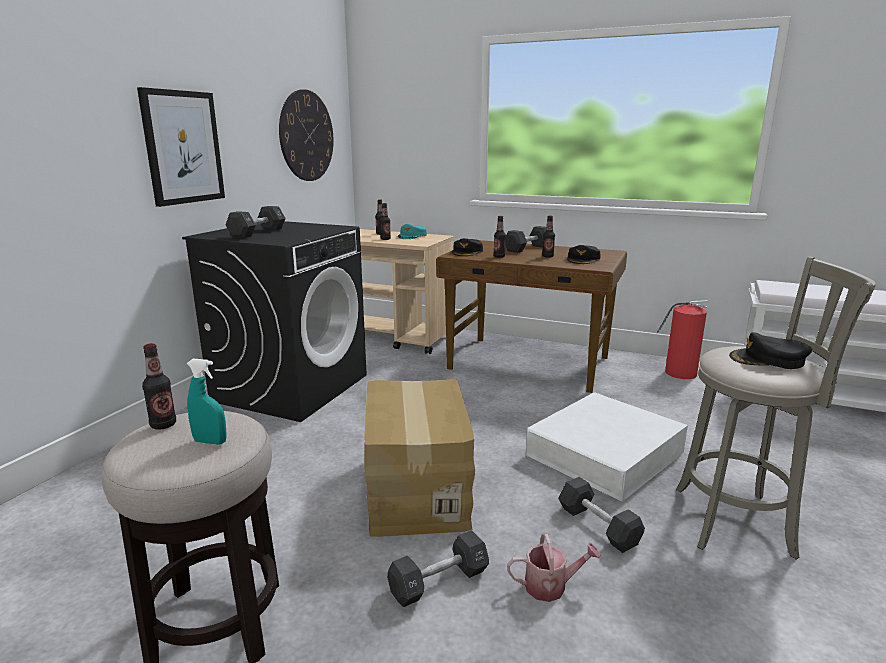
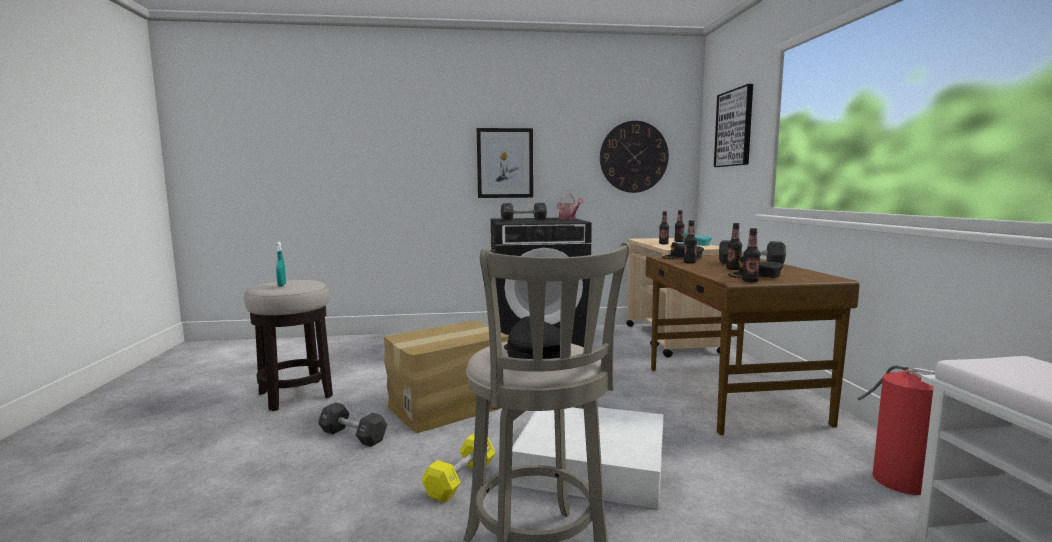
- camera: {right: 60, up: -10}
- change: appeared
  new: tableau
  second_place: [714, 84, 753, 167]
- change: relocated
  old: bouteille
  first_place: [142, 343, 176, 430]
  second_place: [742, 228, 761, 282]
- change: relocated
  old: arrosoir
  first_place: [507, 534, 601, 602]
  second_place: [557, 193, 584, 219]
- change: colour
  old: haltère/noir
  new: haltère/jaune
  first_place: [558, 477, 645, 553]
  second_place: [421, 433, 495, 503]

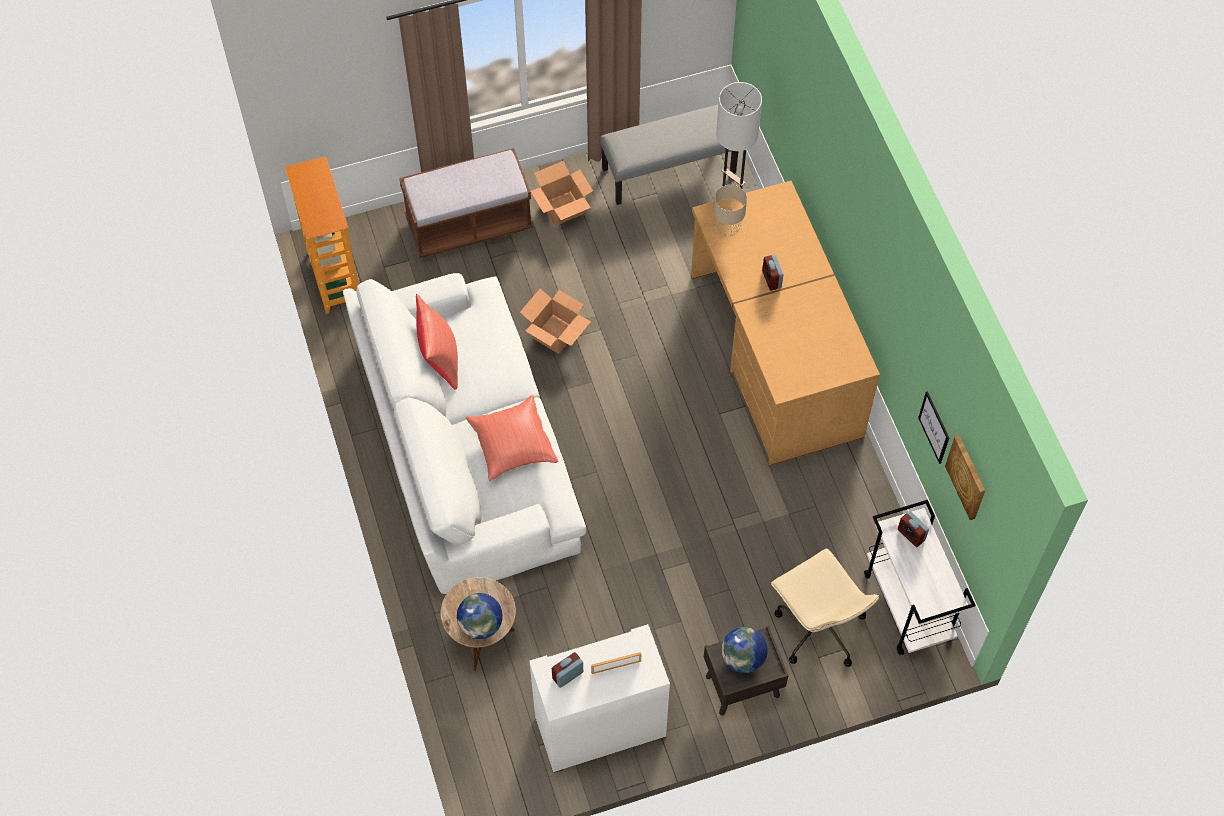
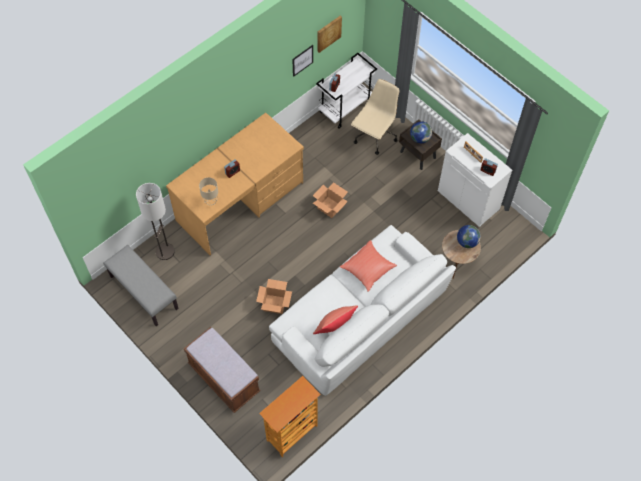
- camera: {right: -115, up: 0}
- change: relocated
  old: carton
  first_place: [530, 161, 593, 226]
  second_place: [313, 182, 348, 218]

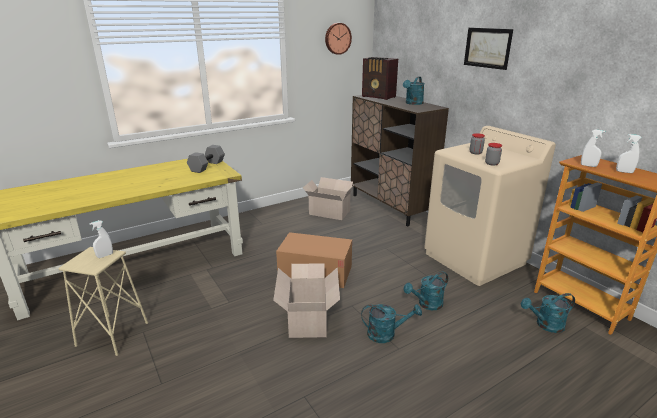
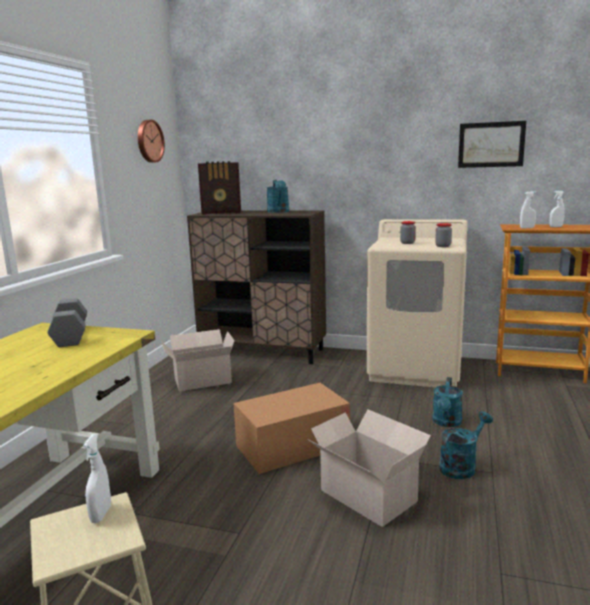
- camera: {right: -40, up: -10}
- change: missing
  old: arrosoir/turquoise
  first_place: [521, 293, 575, 333]
- change: relocated
  old: tableau
  first_place: [464, 28, 513, 70]
  second_place: [458, 121, 526, 168]

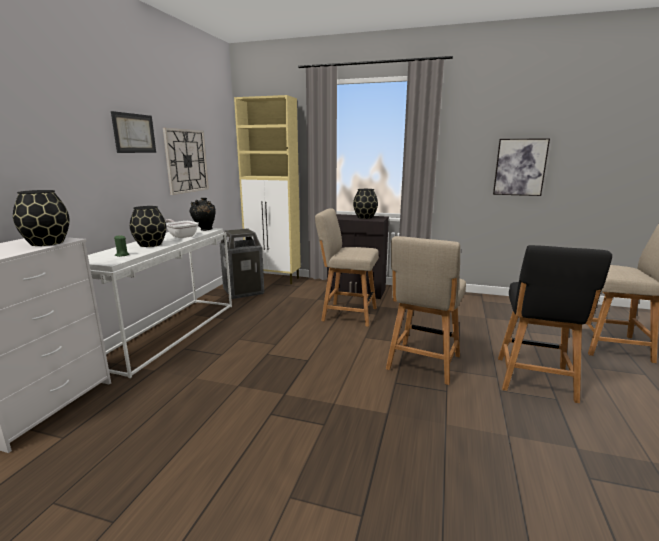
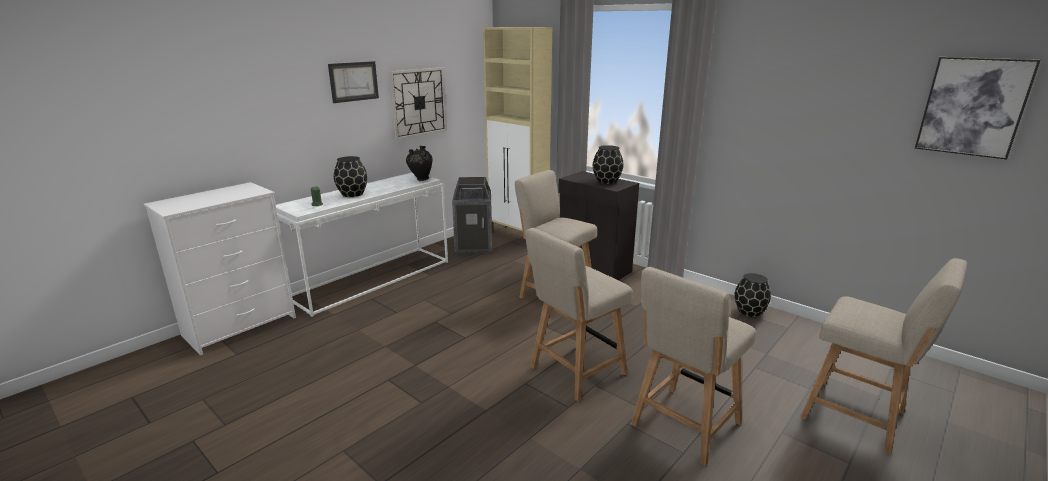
- camera: {right: 25, up: 5}
- change: missing
  old: poêle
  first_place: [165, 219, 199, 238]
- change: relocated
  old: vase/noir
  first_place: [13, 190, 70, 246]
  second_place: [734, 273, 771, 317]
- change: relocated
  old: tableau
  first_place: [493, 138, 550, 196]
  second_place: [915, 57, 1040, 159]
- change: colour
  old: chaise/noir
  new: chaise/beige
  first_place: [498, 245, 612, 403]
  second_place: [631, 267, 756, 466]

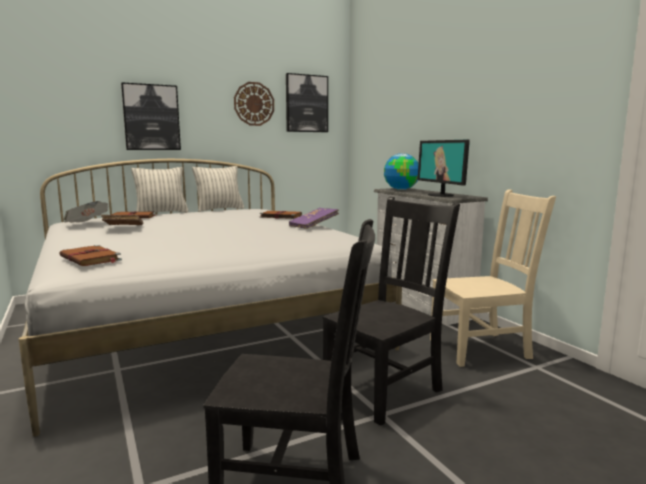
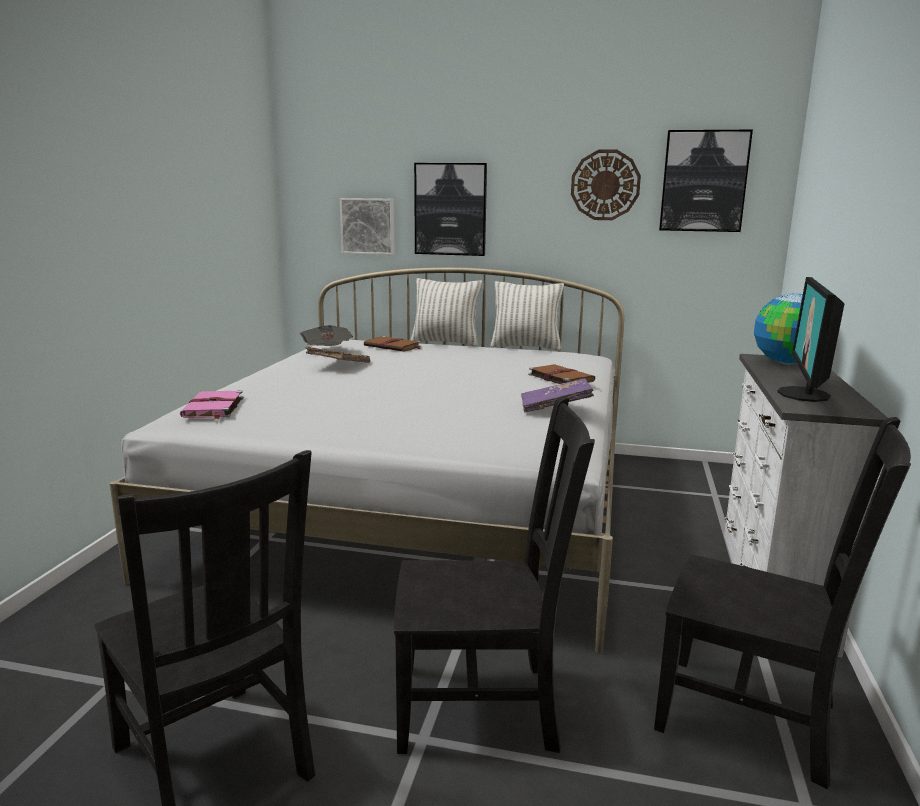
- camera: {right: 40, up: 5}
- change: appeared
  new: tableau
  second_place: [340, 198, 395, 255]
- change: colour
  old: livre/marron
  new: livre/rose
  first_place: [59, 245, 122, 266]
  second_place: [180, 390, 243, 420]
- change: colour
  old: chaise/beige
  new: chaise/noir
  first_place: [430, 189, 556, 367]
  second_place: [654, 417, 911, 789]

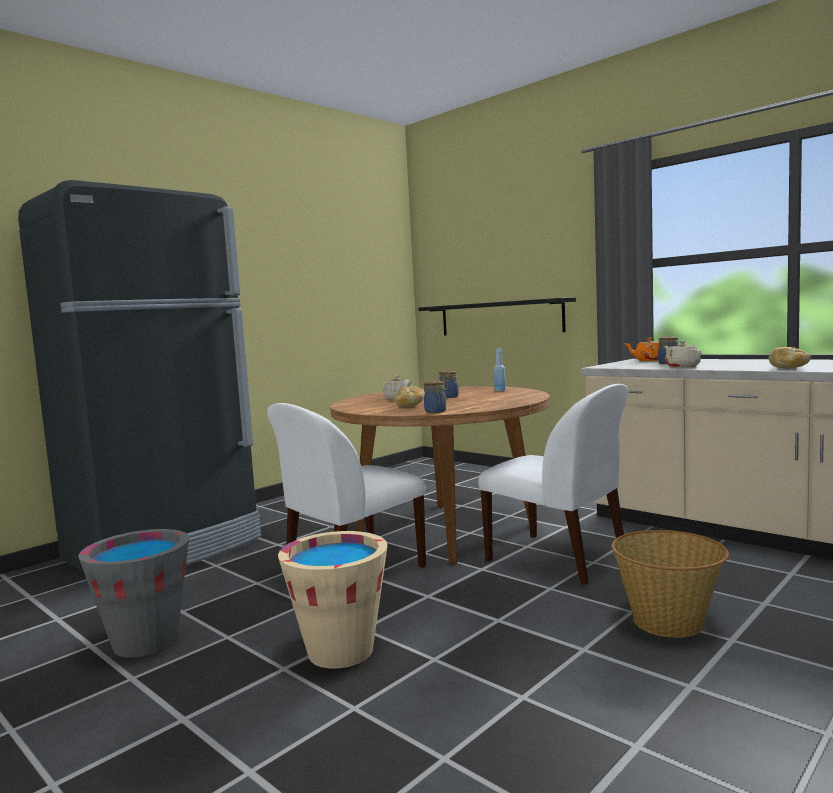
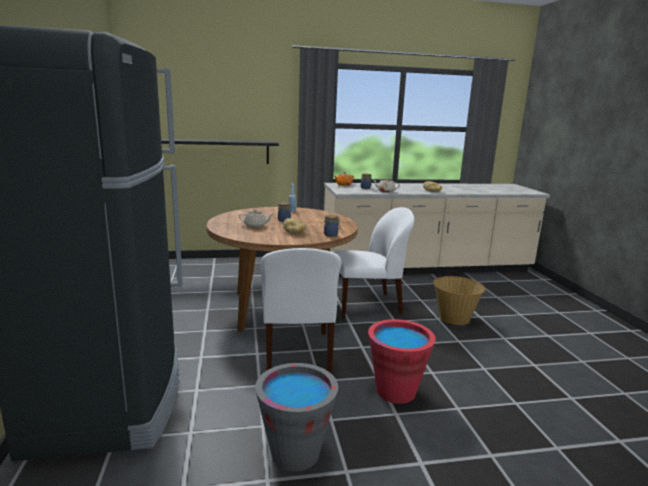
- camera: {right: -55, up: 10}
- change: colour
  old: seau/beige
  new: seau/rouge
  first_place: [278, 531, 387, 669]
  second_place: [368, 319, 436, 404]

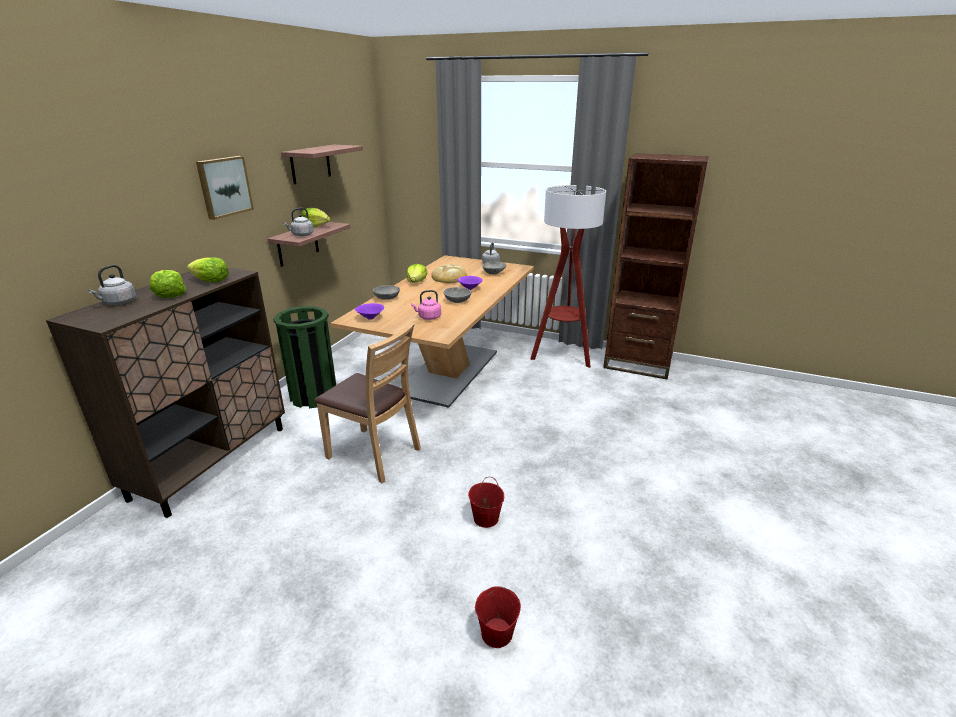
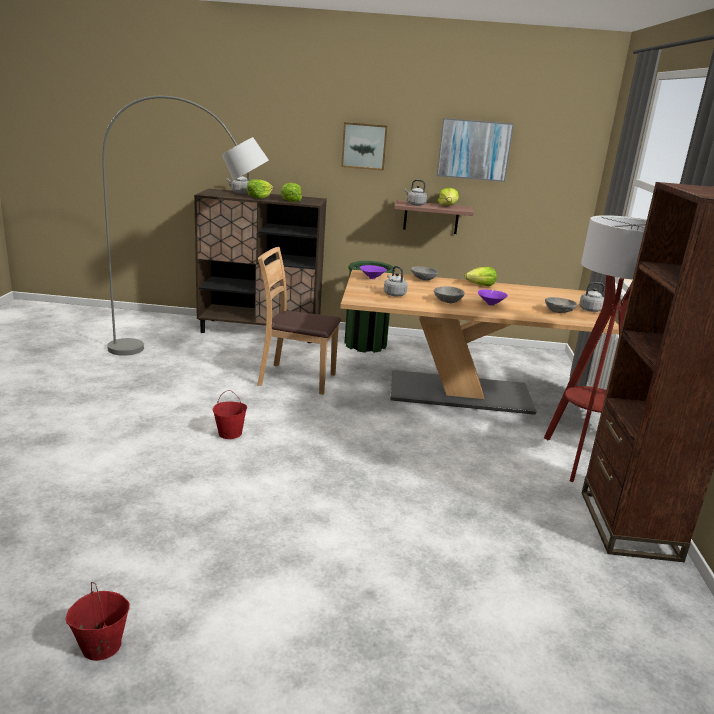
- camera: {right: 70, up: -5}
- change: missing
  old: pain
  first_place: [431, 264, 467, 283]
- change: appeared
  new: lampadaire/gris
  second_place: [103, 96, 269, 356]
- change: relocated
  old: seau/rouge
  first_place: [475, 586, 521, 648]
  second_place: [65, 582, 130, 661]
- change: exchanged
  old: étagère
  new: tableau
  first_place: [281, 145, 363, 184]
  second_place: [437, 118, 514, 182]
- change: colour
  old: bouilloire/rose
  new: bouilloire/gris
  first_place: [411, 290, 441, 320]
  second_place: [384, 266, 408, 297]
- change: spun
  old: chaise/marron
  first_place: [314, 322, 421, 483]
  second_place: [257, 247, 341, 395]
  degrees: 90

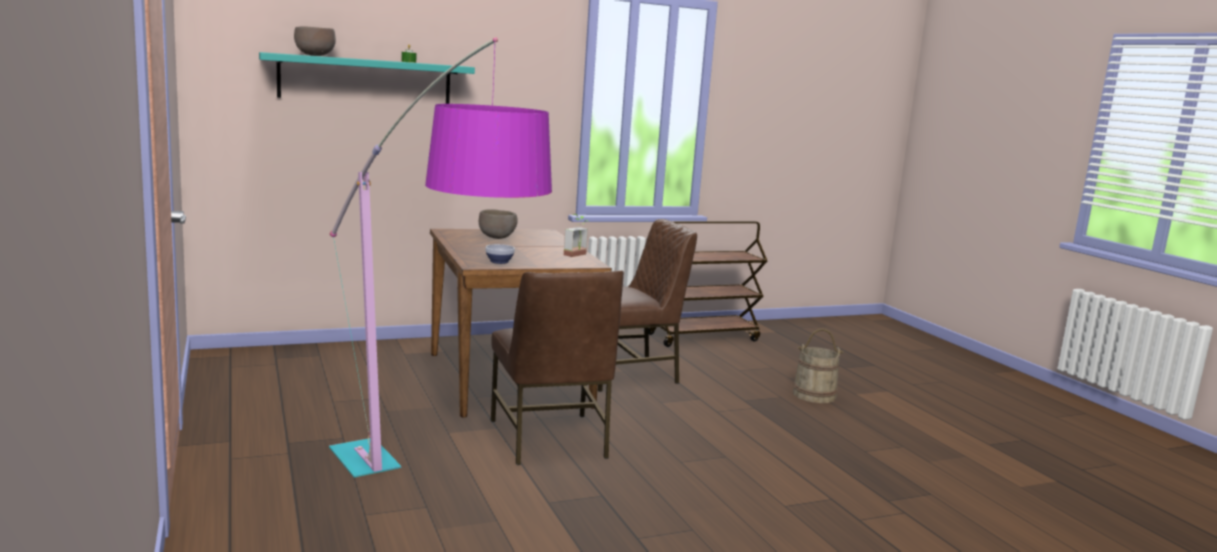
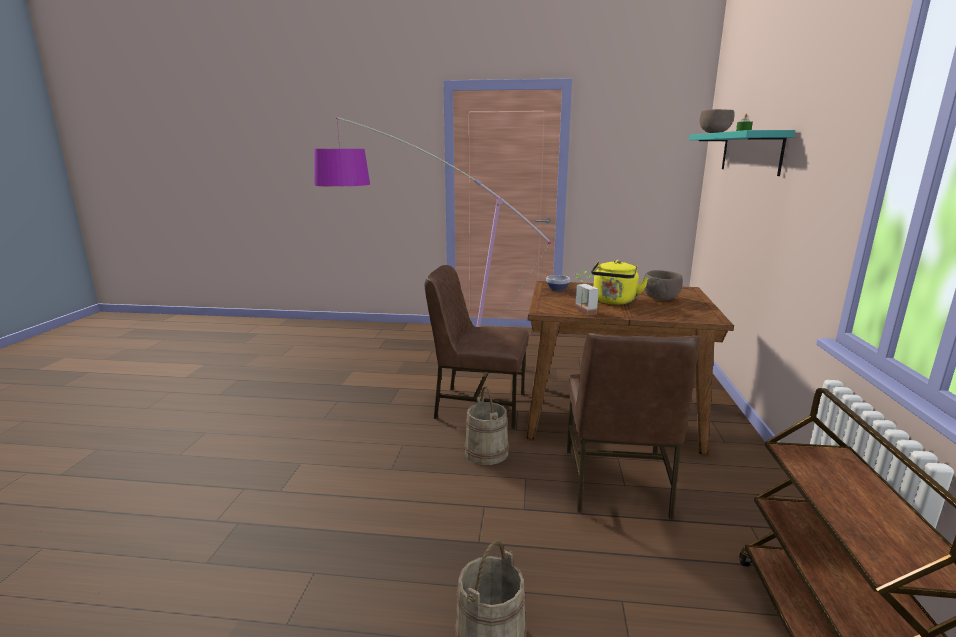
- camera: {right: 120, up: 5}
- change: appeared
  new: seau/beige
  second_place: [464, 386, 509, 465]
- change: appeared
  new: bouilloire/jaune
  second_place: [591, 260, 649, 305]

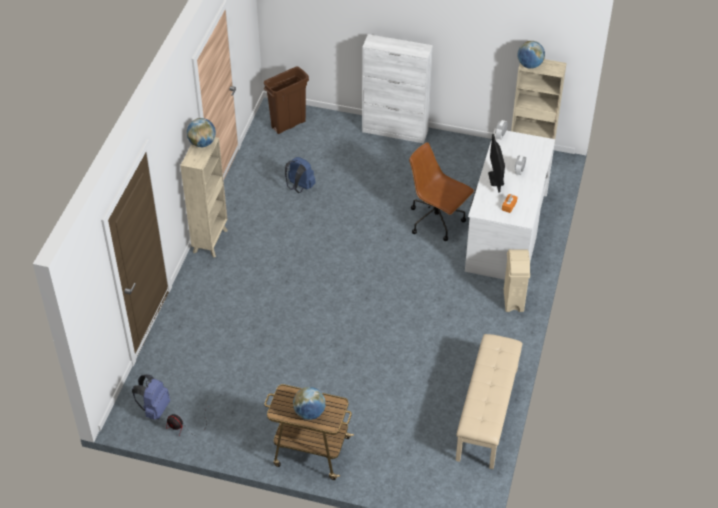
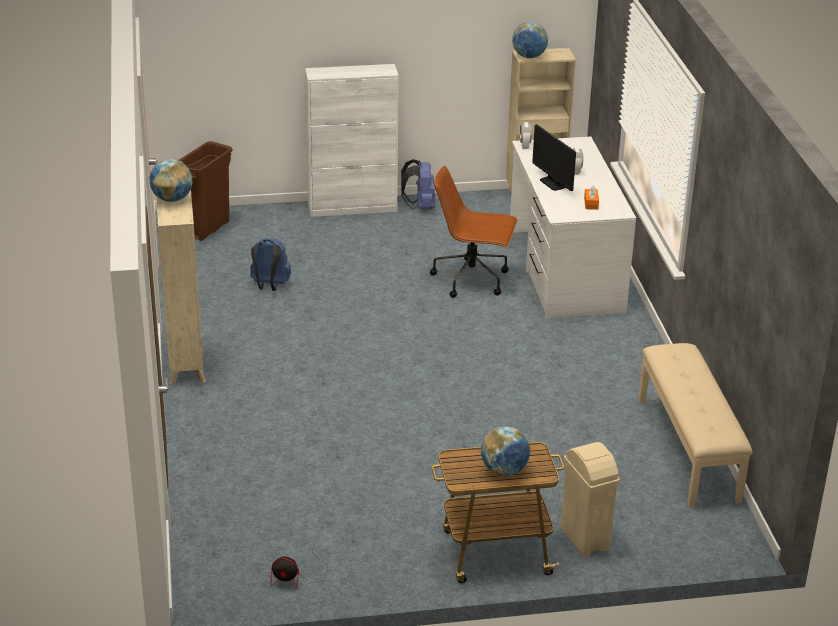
- camera: {right: -25, up: -15}
- change: relocated
  old: sac à dos/bleu
  first_place: [132, 375, 170, 420]
  second_place: [401, 159, 435, 209]
- change: relocated
  old: poubelle/beige
  first_place: [504, 249, 530, 312]
  second_place: [561, 442, 620, 557]

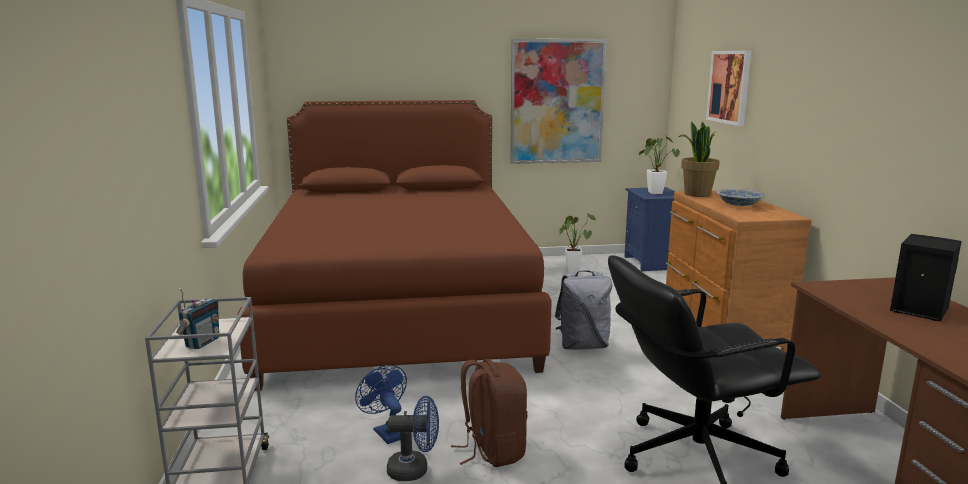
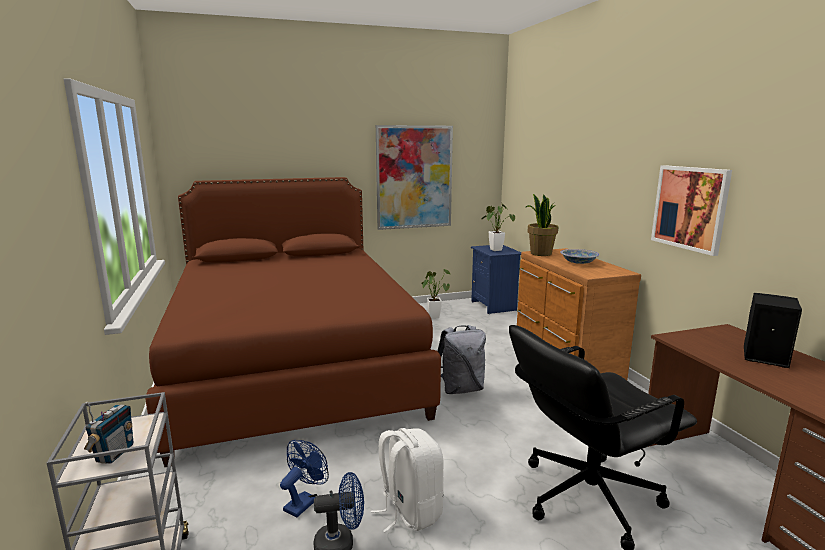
- camera: {right: -10, up: 0}
- change: relocated
  old: tableau
  first_place: [706, 51, 751, 126]
  second_place: [651, 165, 732, 256]
- change: colour
  old: sac à dos/marron
  new: sac à dos/blanc
  first_place: [451, 359, 527, 467]
  second_place: [371, 428, 444, 533]
- change: spun
  old: ventilateur/bleu
  first_place: [355, 365, 407, 444]
  second_place: [280, 440, 329, 518]
  degrees: 75

